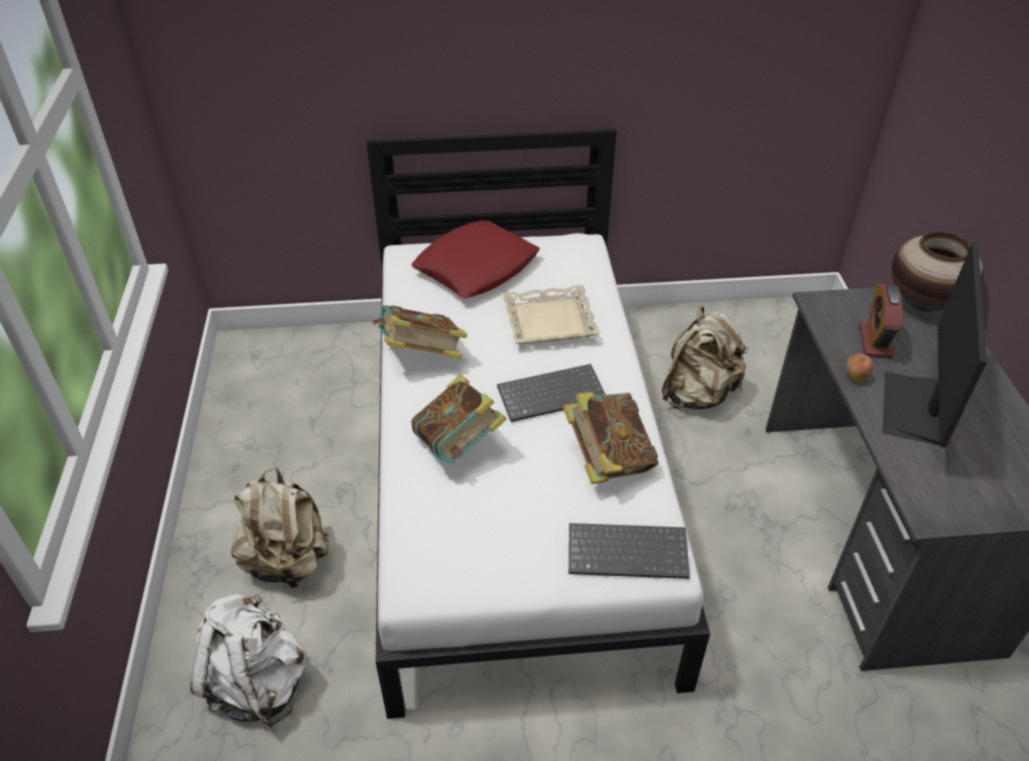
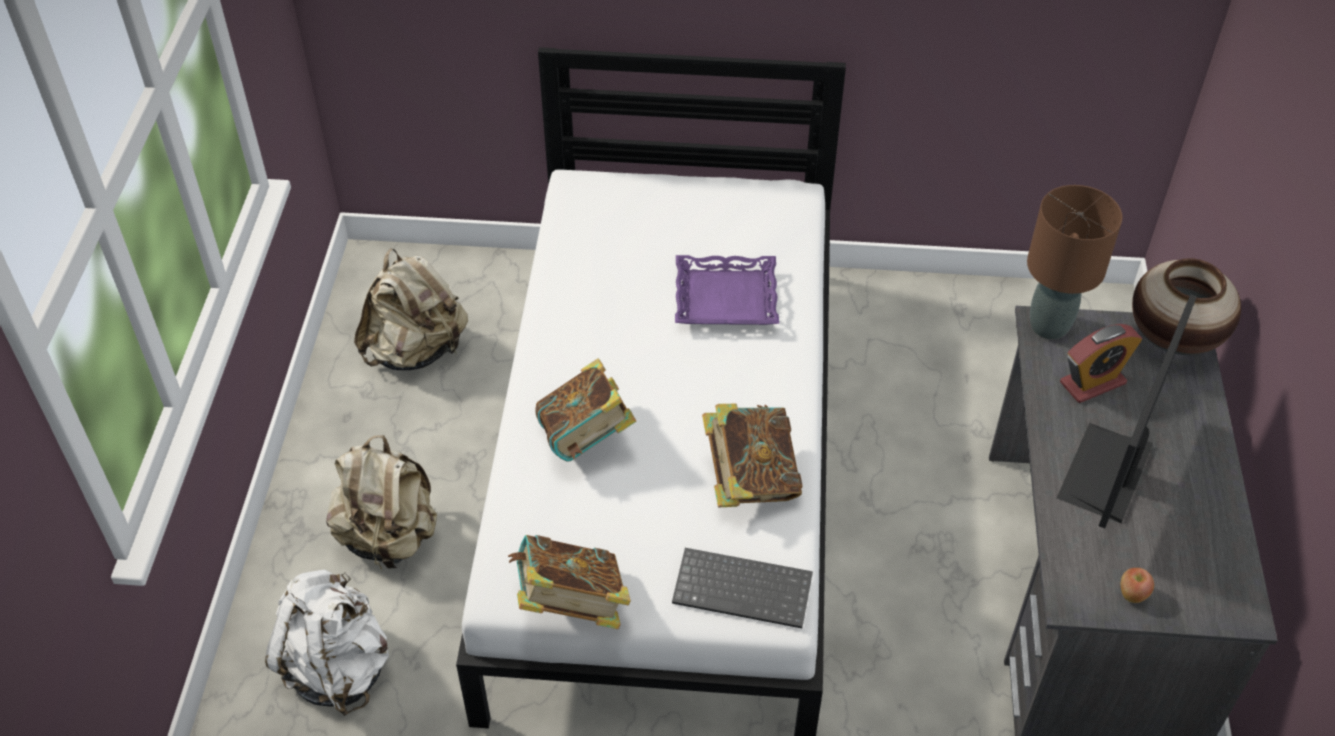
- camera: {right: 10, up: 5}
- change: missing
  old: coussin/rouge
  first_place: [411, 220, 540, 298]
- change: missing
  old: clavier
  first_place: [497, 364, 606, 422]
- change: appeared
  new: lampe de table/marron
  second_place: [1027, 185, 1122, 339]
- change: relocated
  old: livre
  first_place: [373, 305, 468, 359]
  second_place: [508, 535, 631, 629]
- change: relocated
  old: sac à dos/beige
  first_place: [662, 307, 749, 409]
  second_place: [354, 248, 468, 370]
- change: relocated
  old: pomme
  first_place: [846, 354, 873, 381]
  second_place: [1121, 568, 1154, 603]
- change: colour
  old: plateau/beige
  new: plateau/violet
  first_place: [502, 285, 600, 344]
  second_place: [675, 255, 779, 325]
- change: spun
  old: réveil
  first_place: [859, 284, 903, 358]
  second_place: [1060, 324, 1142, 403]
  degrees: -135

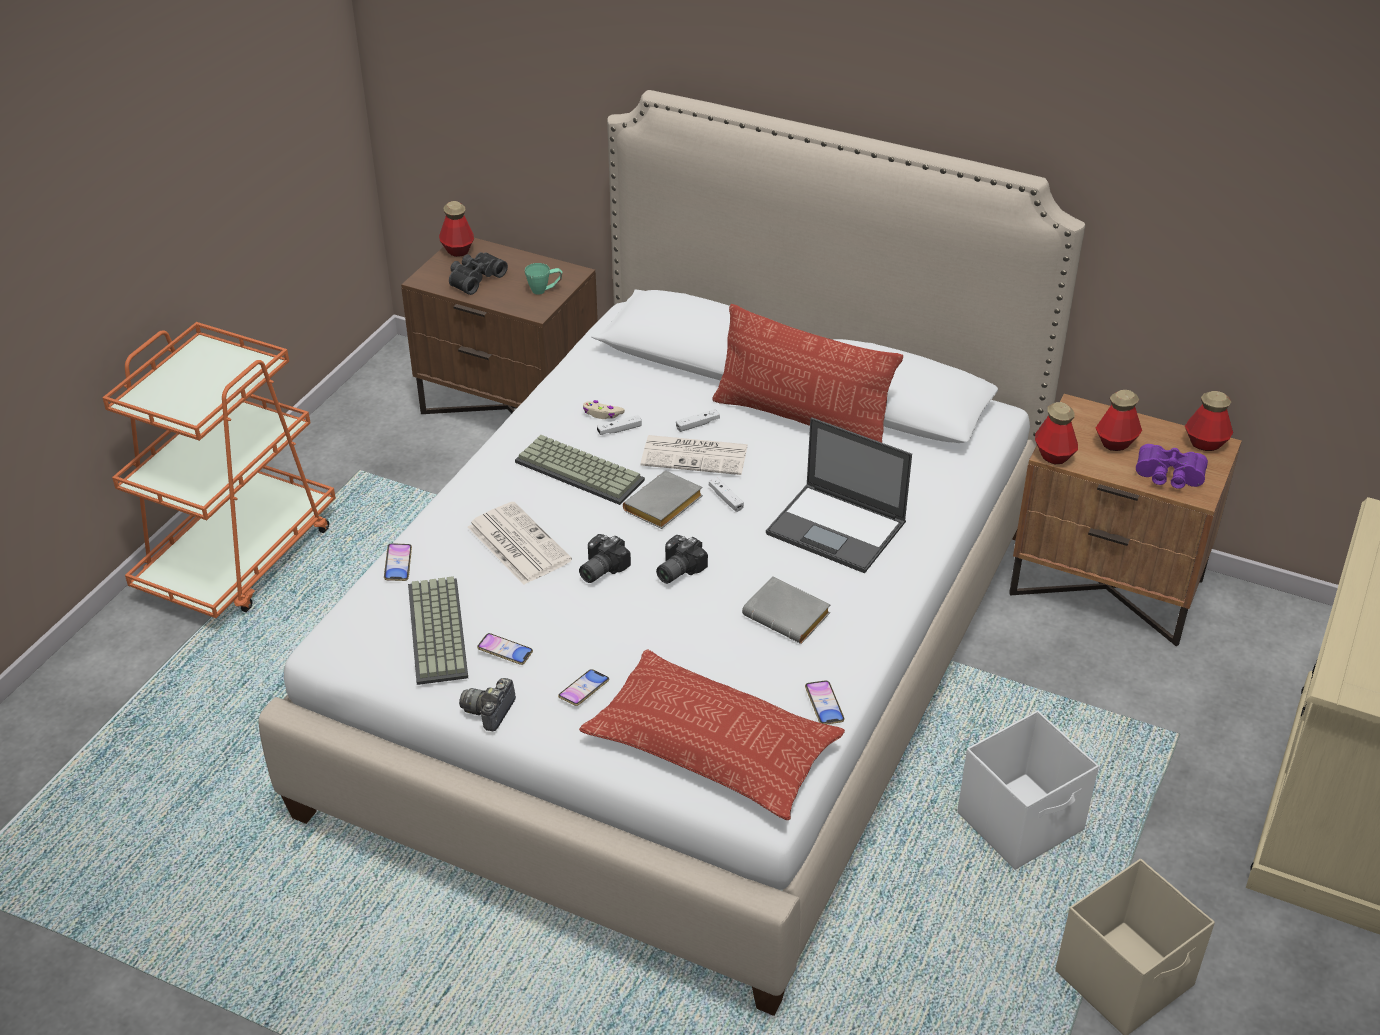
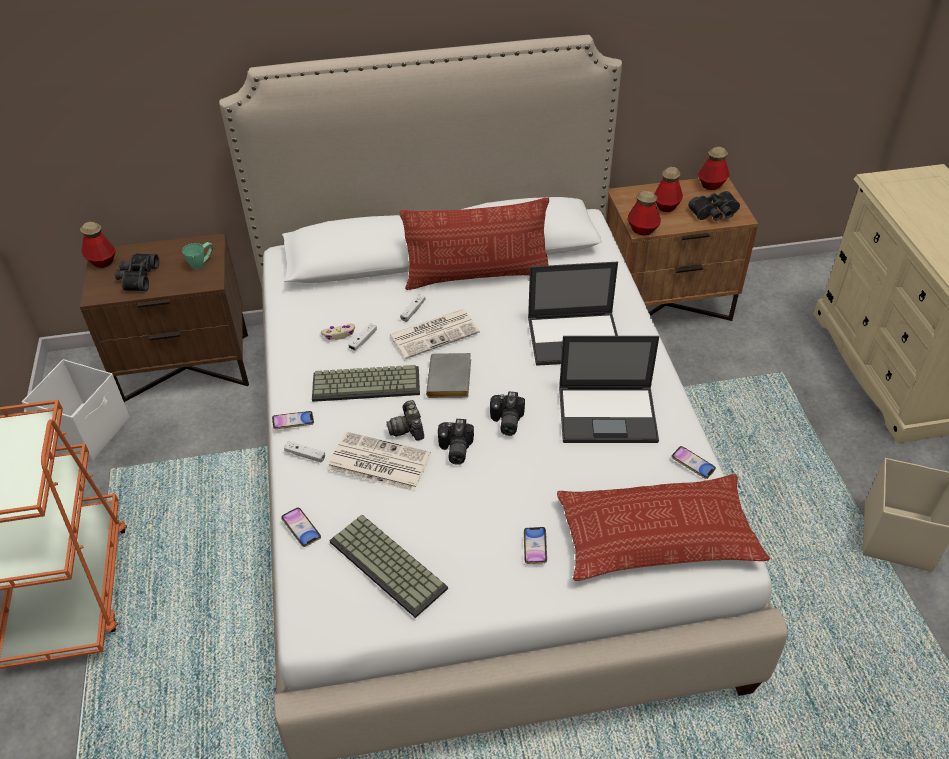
- camera: {right: -35, up: 5}
- change: relocated
  old: appareil photo
  first_place: [459, 678, 516, 731]
  second_place: [386, 400, 424, 441]
- change: relocated
  old: téléphone
  first_place: [477, 633, 533, 665]
  second_place: [272, 411, 314, 429]
- change: relocated
  old: manette/blanc
  first_place: [709, 477, 744, 512]
  second_place: [284, 441, 325, 463]
- change: relocated
  old: boîte de rangement/blanc
  first_place: [957, 711, 1099, 870]
  second_place: [22, 359, 130, 461]
- change: exchanged
  old: livre/gris
  new: ordinateur portable
  first_place: [742, 576, 830, 644]
  second_place: [559, 336, 659, 443]
- change: colour
  old: jumelles/violet
  new: jumelles/noir
  first_place: [1136, 444, 1208, 489]
  second_place: [688, 191, 740, 221]

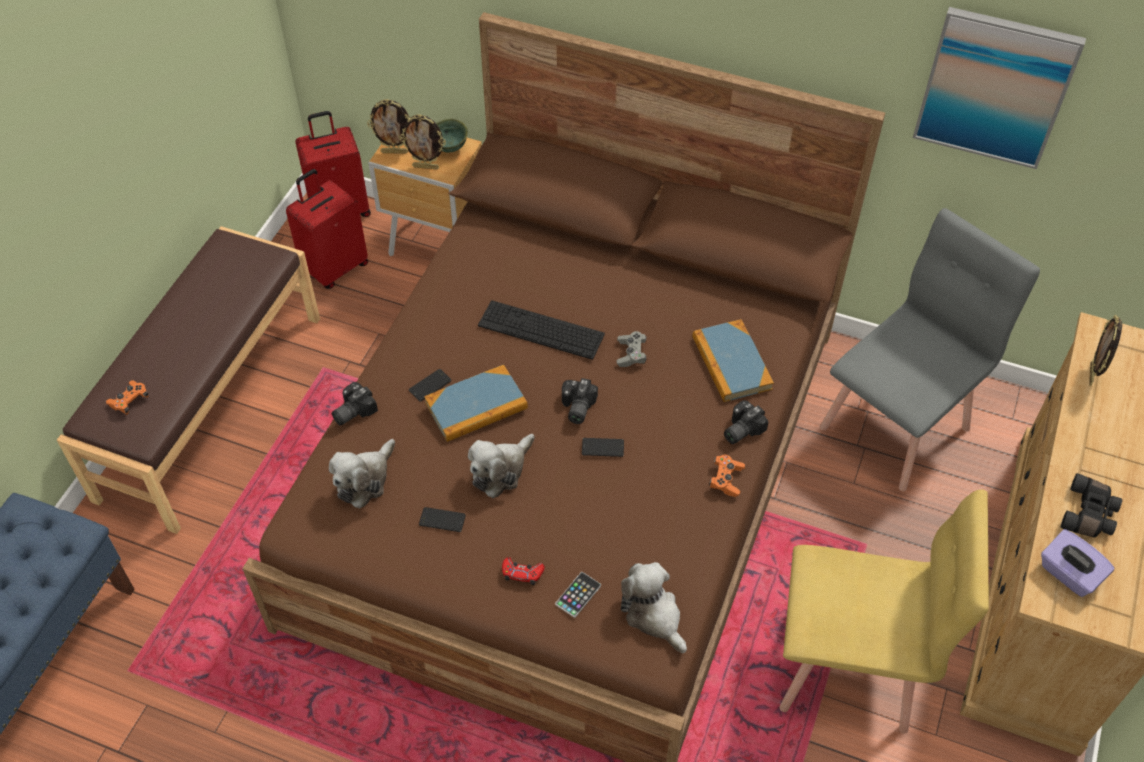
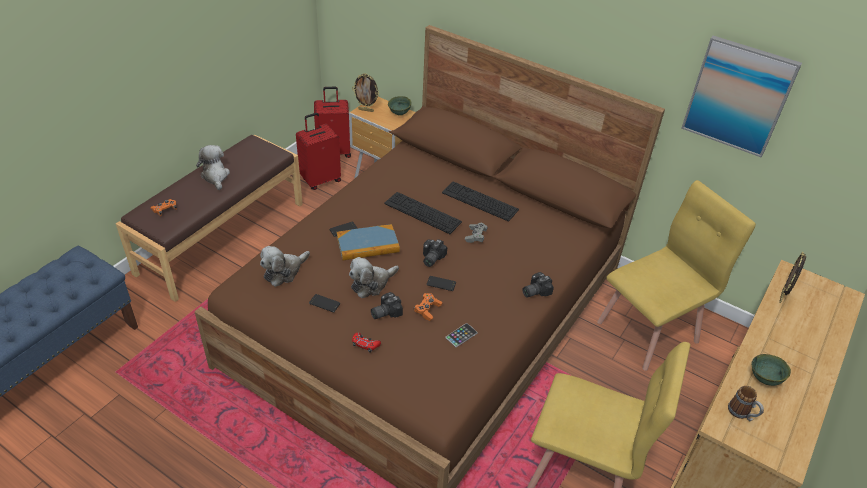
- camera: {right: 10, up: -10}
- change: missing
  old: cadre photo
  first_place: [399, 114, 446, 170]
- change: missing
  old: livre
  first_place: [692, 319, 774, 402]
- change: appeared
  new: clavier
  second_place: [442, 181, 519, 222]
- change: relocated
  old: appareil photo
  first_place: [332, 382, 378, 425]
  second_place: [371, 292, 403, 319]
- change: relocated
  old: téléphone
  first_place: [555, 572, 601, 618]
  second_place: [446, 323, 478, 348]
- change: relocated
  old: peluche
  first_place: [621, 562, 687, 653]
  second_place: [196, 145, 230, 190]
- change: relocated
  old: manette/orange
  first_place: [709, 455, 745, 497]
  second_place: [414, 293, 442, 321]
- change: exchanged
  old: boîte à mouchoirs/violet
  new: mug
  first_place: [1041, 529, 1114, 597]
  second_place: [728, 386, 764, 421]
- change: exchanged
  old: jumelles/noir
  new: bol/vert
  first_place: [1061, 473, 1122, 537]
  second_place: [751, 354, 791, 386]
- change: colour
  old: chaise/gris
  new: chaise/jaune
  first_place: [820, 208, 1040, 491]
  second_place: [597, 180, 756, 371]

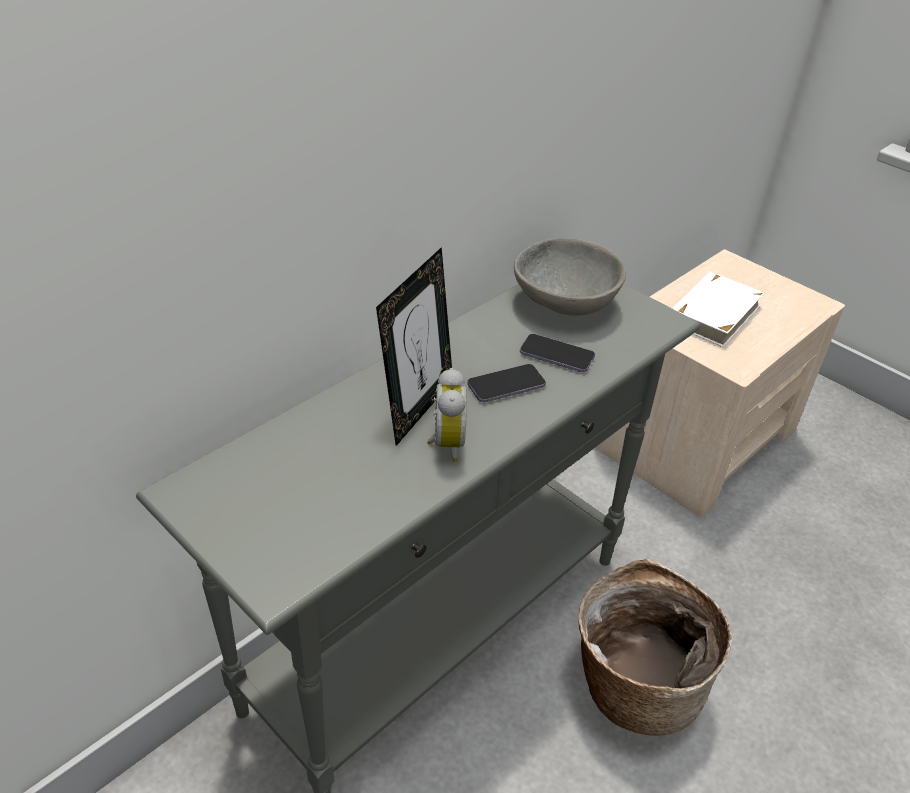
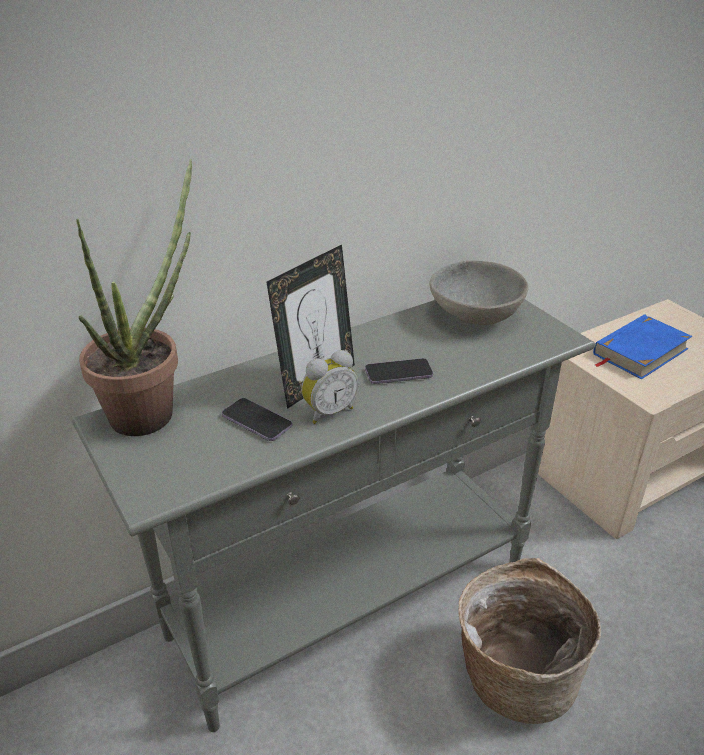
- camera: {right: 15, up: -5}
- change: appeared
  new: plante en pot
  second_place: [76, 159, 192, 436]
- change: relocated
  old: téléphone
  first_place: [520, 334, 595, 372]
  second_place: [222, 398, 292, 441]
- change: colour
  old: livre/blanc
  new: livre/bleu
  first_place: [672, 272, 764, 347]
  second_place: [593, 314, 692, 379]
- change: spun
  old: réveil
  first_place: [427, 368, 467, 462]
  second_place: [301, 350, 358, 424]
  degrees: 45

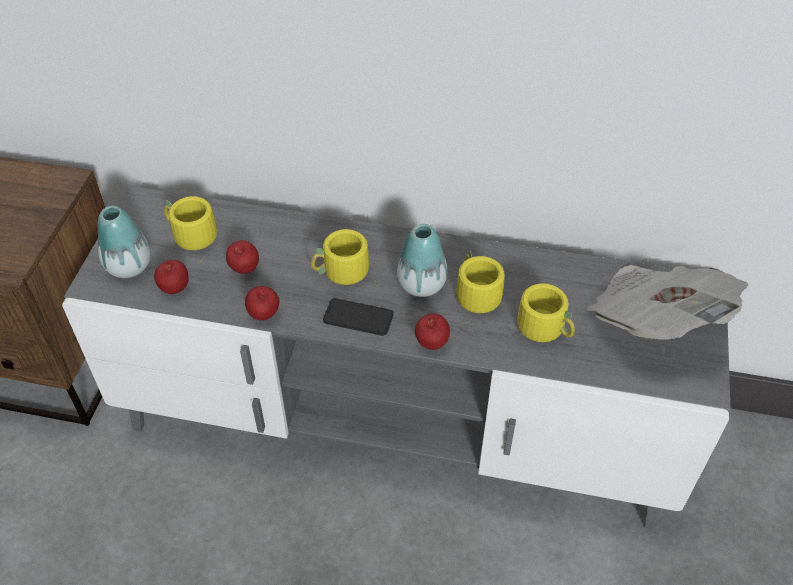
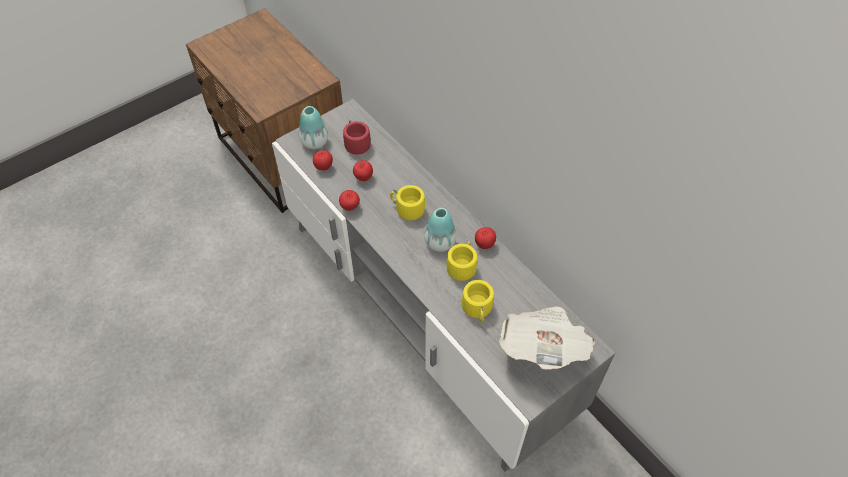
- camera: {right: 40, up: 5}
- change: missing
  old: téléphone
  first_place: [323, 298, 394, 336]
- change: relocated
  old: pomme
  first_place: [415, 313, 450, 350]
  second_place: [475, 227, 496, 249]
- change: colour
  old: mug/jaune
  new: mug/rouge
  first_place: [164, 196, 217, 259]
  second_place: [343, 119, 371, 161]

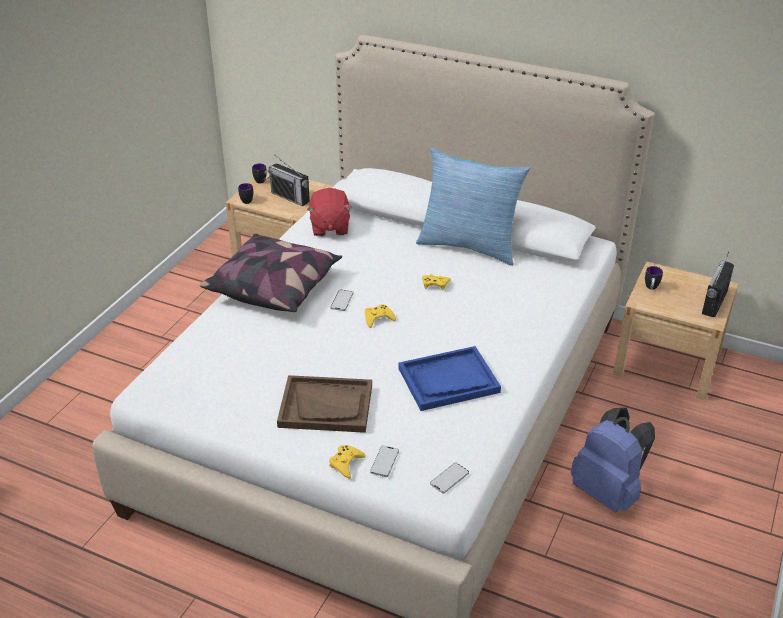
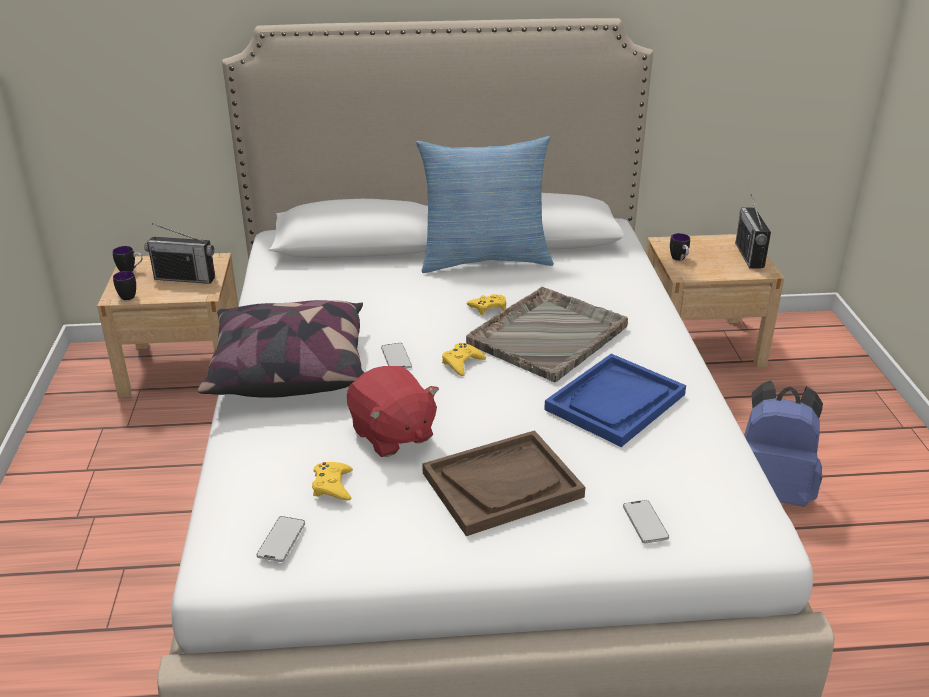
- camera: {right: -30, up: -5}
- change: appeared
  new: plateau/gris
  second_place: [466, 287, 628, 382]
- change: relocated
  old: peluche/rouge
  first_place: [307, 188, 352, 236]
  second_place: [347, 366, 439, 457]
- change: relocated
  old: manette/jaune
  first_place: [329, 445, 366, 479]
  second_place: [312, 462, 353, 500]
- change: relocated
  old: téléphone
  first_place: [430, 463, 469, 494]
  second_place: [257, 516, 305, 562]

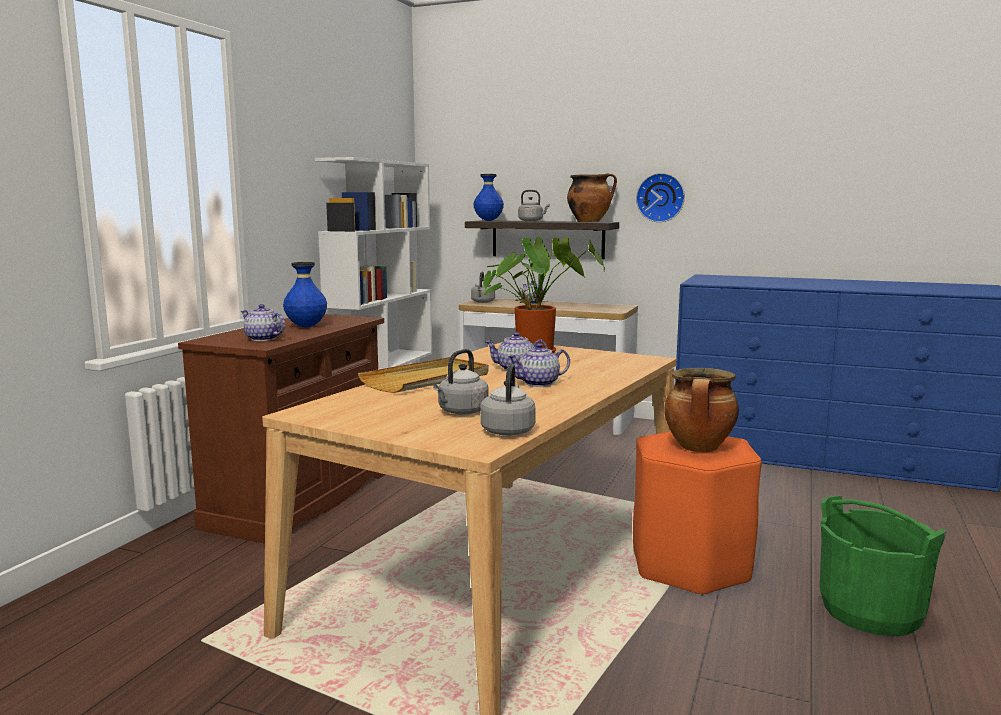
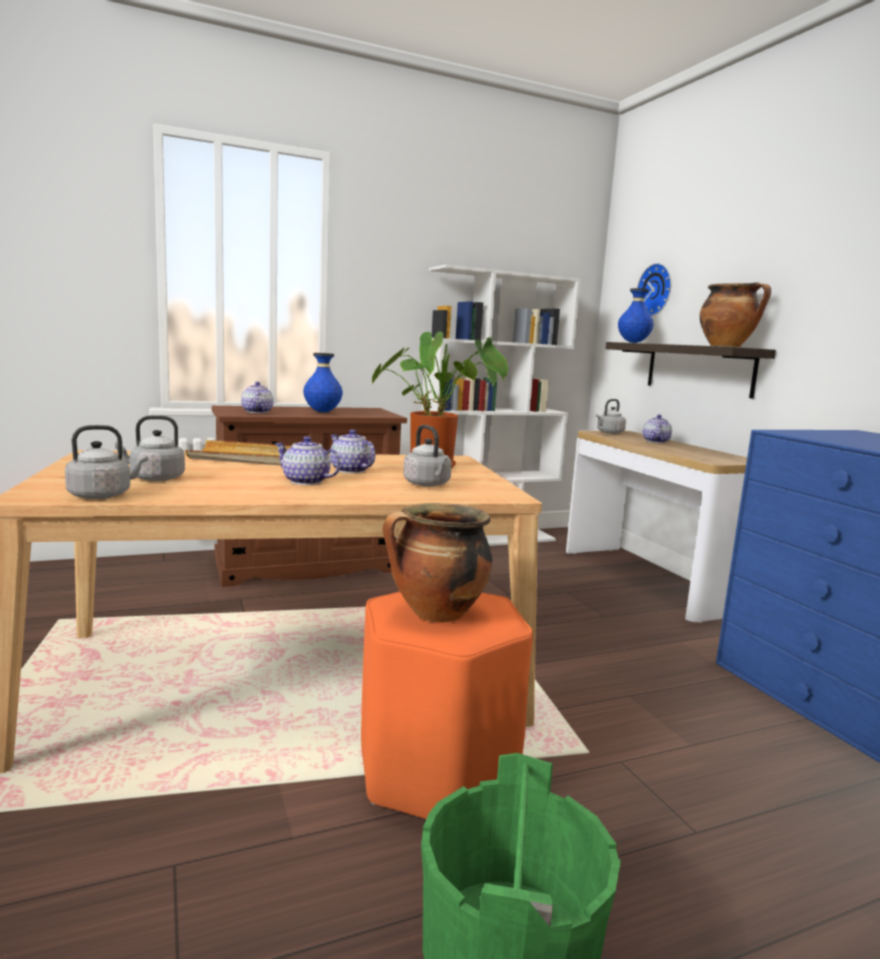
- camera: {right: 45, up: 0}
- change: relocated
  old: bouilloire/gris
  first_place: [518, 190, 550, 221]
  second_place: [403, 425, 452, 487]
- change: relocated
  old: horloge murale
  first_place: [636, 173, 685, 222]
  second_place: [637, 263, 671, 316]

